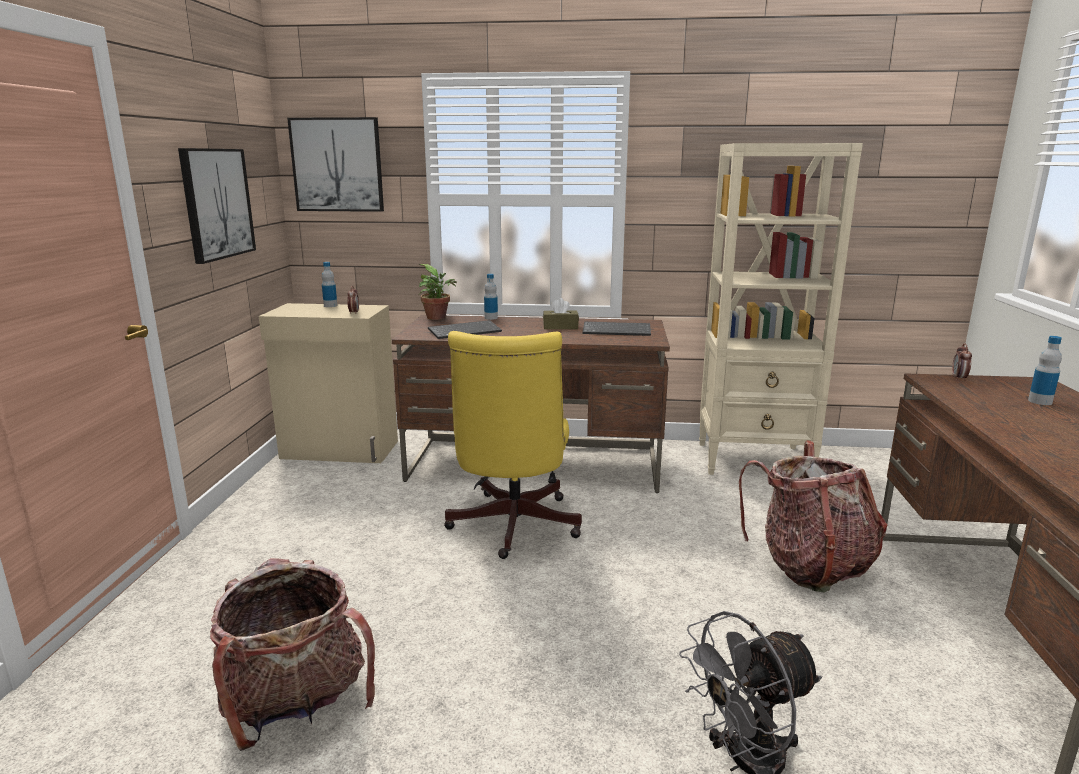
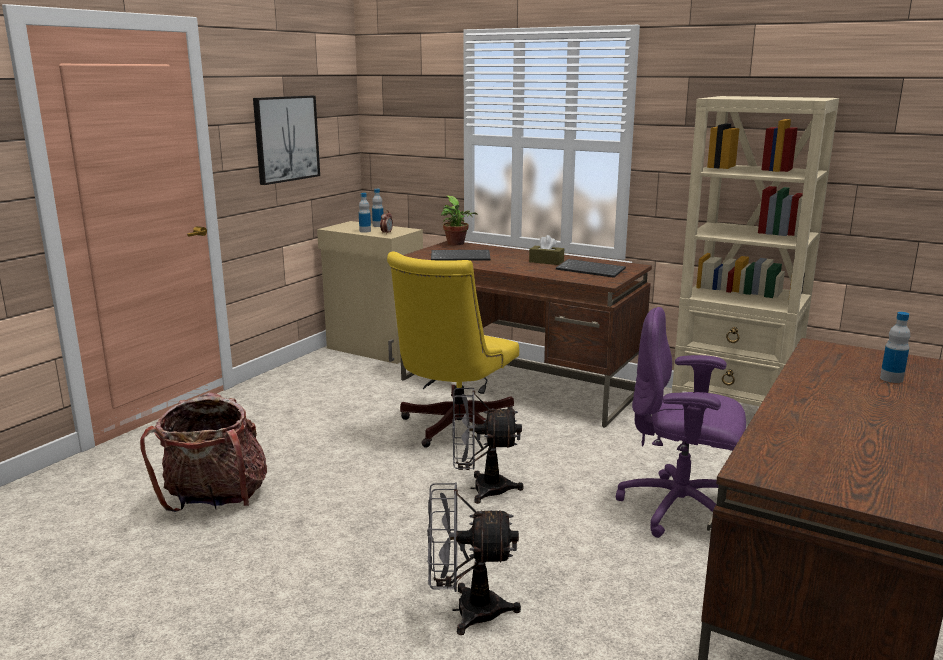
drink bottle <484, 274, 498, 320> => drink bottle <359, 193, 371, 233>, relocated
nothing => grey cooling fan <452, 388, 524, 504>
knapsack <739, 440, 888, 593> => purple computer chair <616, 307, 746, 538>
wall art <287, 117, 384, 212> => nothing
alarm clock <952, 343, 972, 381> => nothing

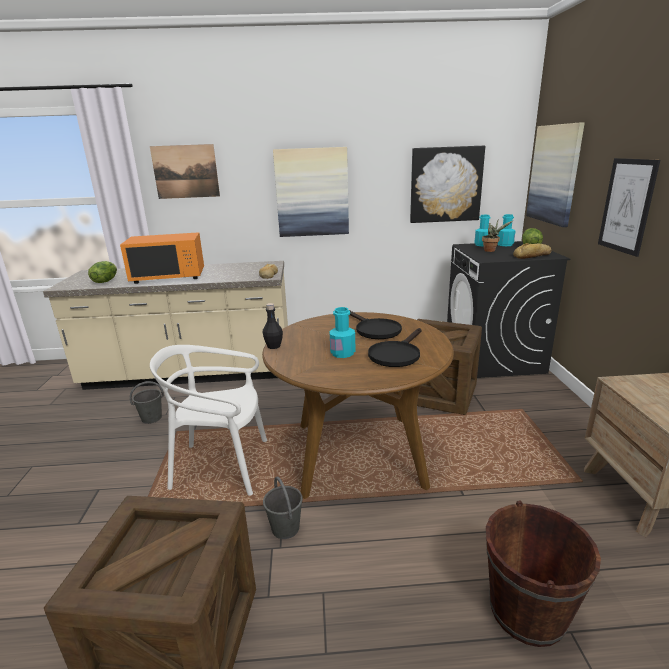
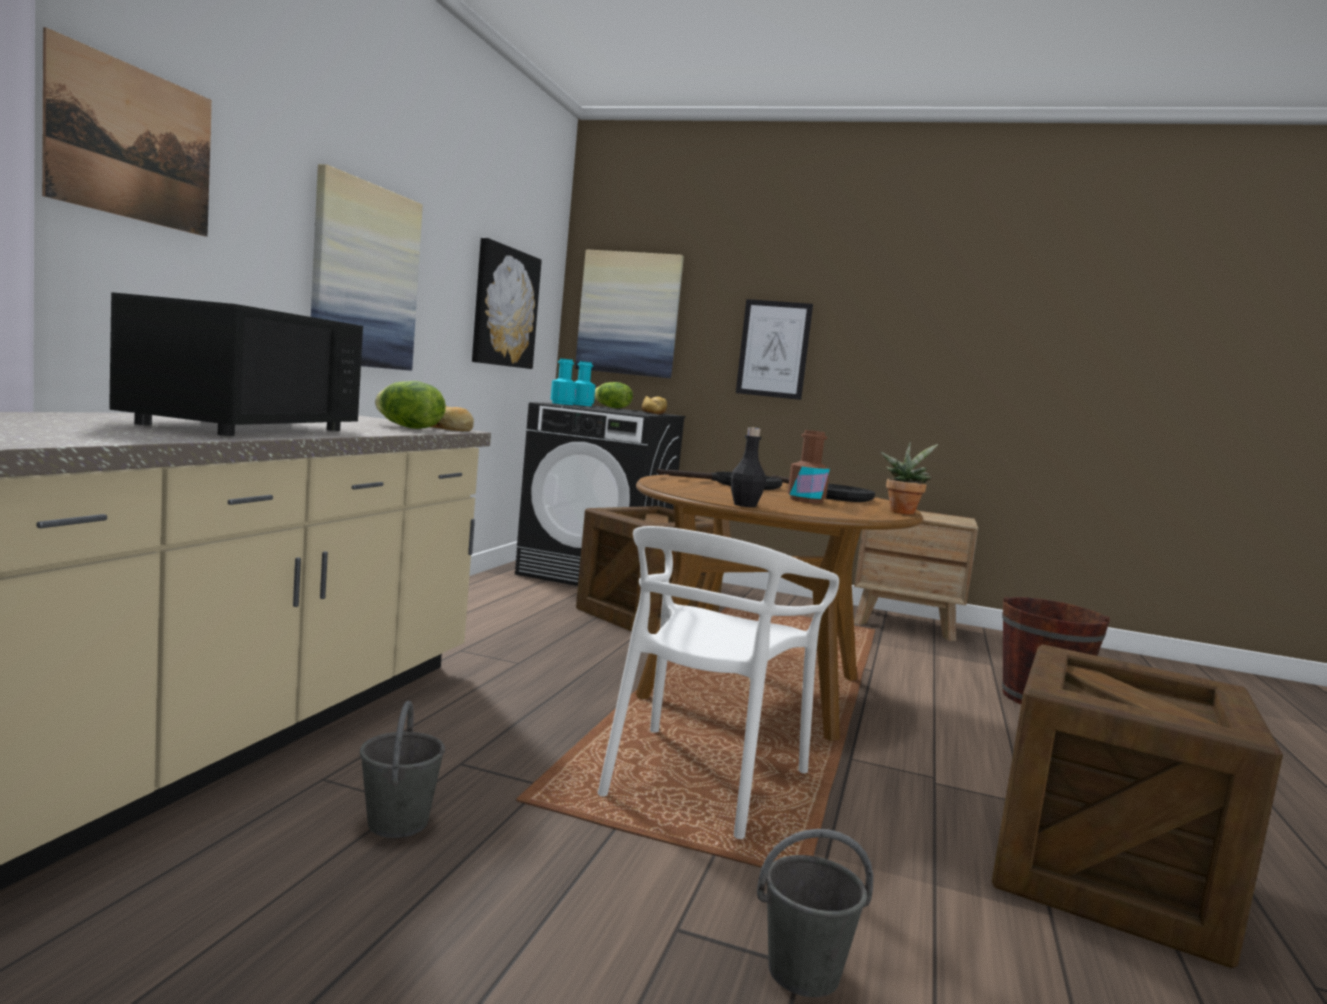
orange kitchen microwave <120, 232, 204, 284> => black kitchen microwave <109, 292, 363, 436>
lettuce <88, 261, 117, 283> => lettuce <375, 381, 446, 429>, relocated
grey pail <263, 476, 303, 539> => grey pail <757, 829, 873, 997>, relocated
blue-green drink bottle <329, 307, 355, 358> => brown drink bottle <788, 430, 830, 503>
houseplant <482, 221, 513, 252> => houseplant <881, 442, 938, 515>, relocated

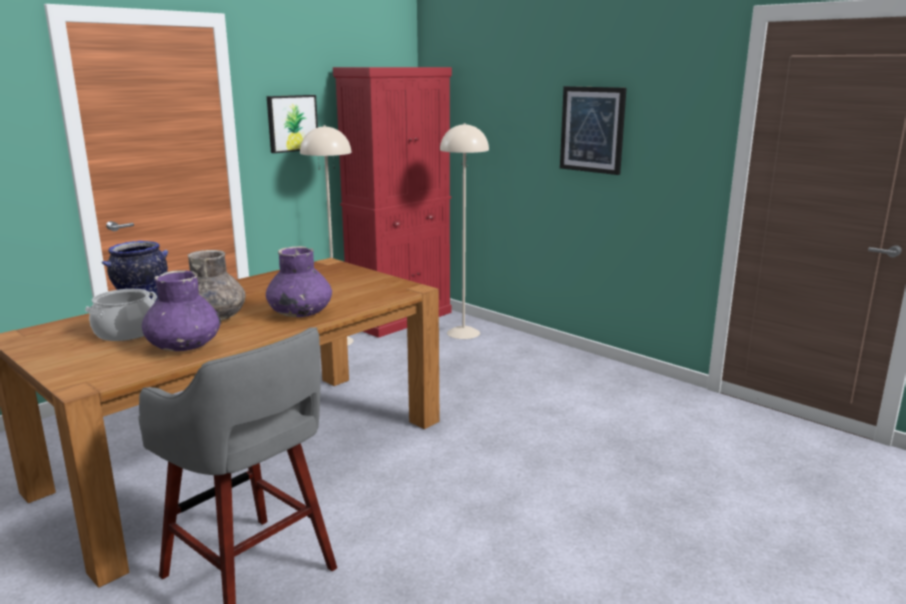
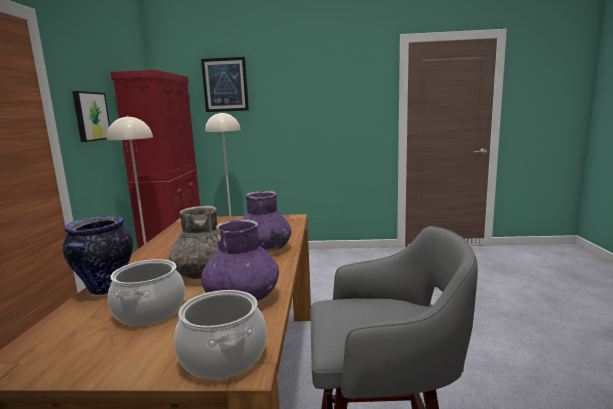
nothing => saucepot <174, 290, 267, 379>
wall art <560, 86, 627, 175> => wall art <201, 57, 249, 112>, relocated

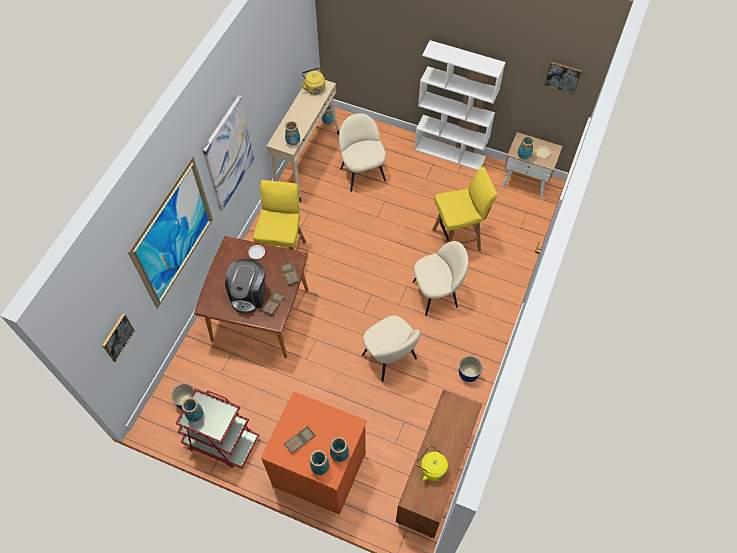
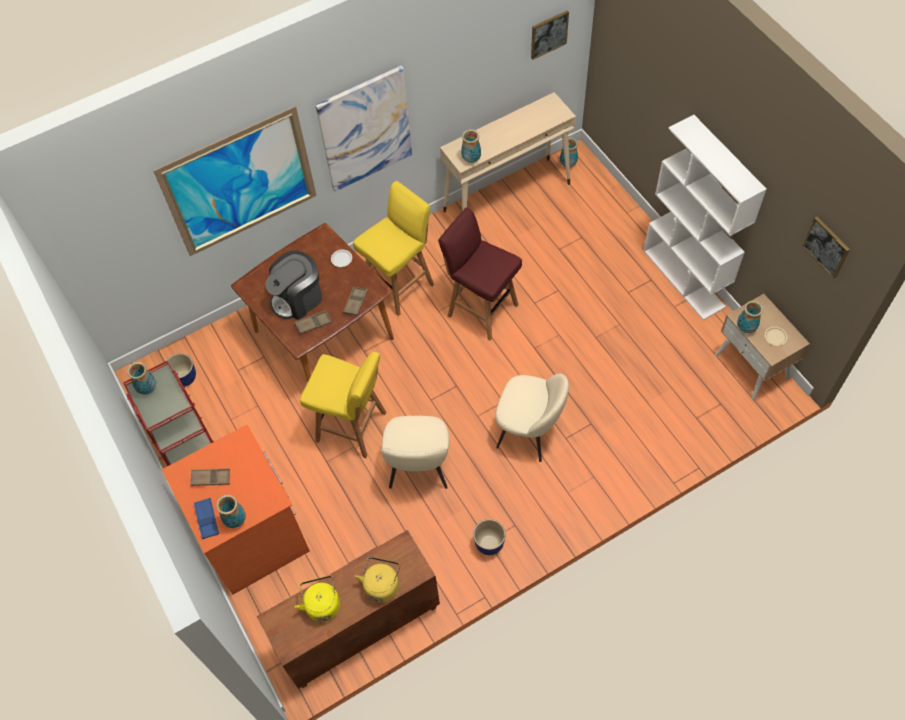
decorative vase <310, 450, 329, 475> => blue carrying tray <194, 498, 219, 539>
yellow stool seat <432, 167, 498, 251> => yellow stool seat <300, 352, 386, 458>, relocated
yellow water kettle <301, 67, 325, 95> => yellow water kettle <355, 557, 400, 603>, relocated
nothing => reddish stool seat <438, 207, 522, 341>
wall art <102, 314, 135, 362> => wall art <531, 10, 569, 60>, relocated
sand-coloured plain chair <339, 114, 386, 192> => nothing

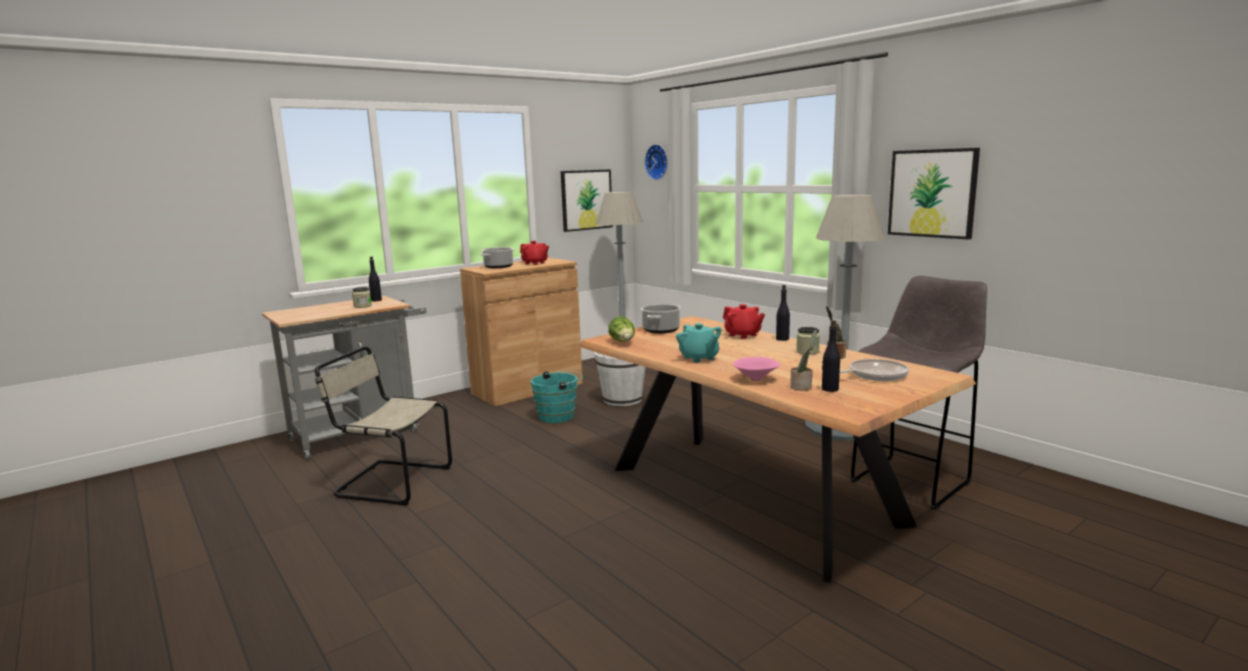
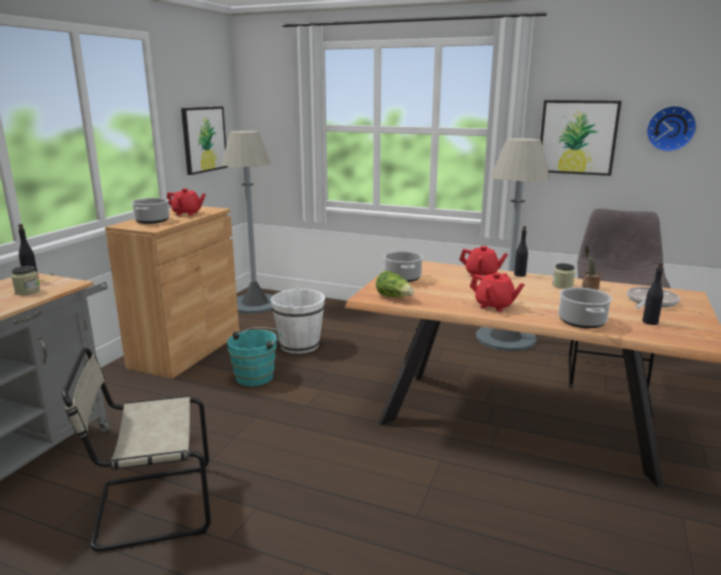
blue-green tea pot <676, 323, 722, 363> => reddish tea pot <470, 273, 525, 312>
pink deep dish <733, 357, 780, 381> => saucepot <559, 287, 612, 328>
wall clock <645, 144, 668, 180> => wall clock <646, 106, 697, 152>, relocated
houseplant <790, 330, 817, 391> => nothing

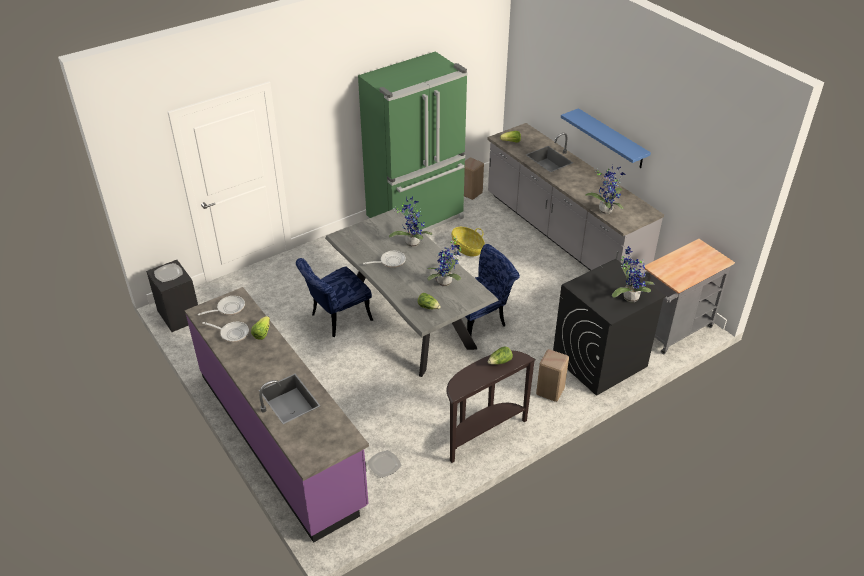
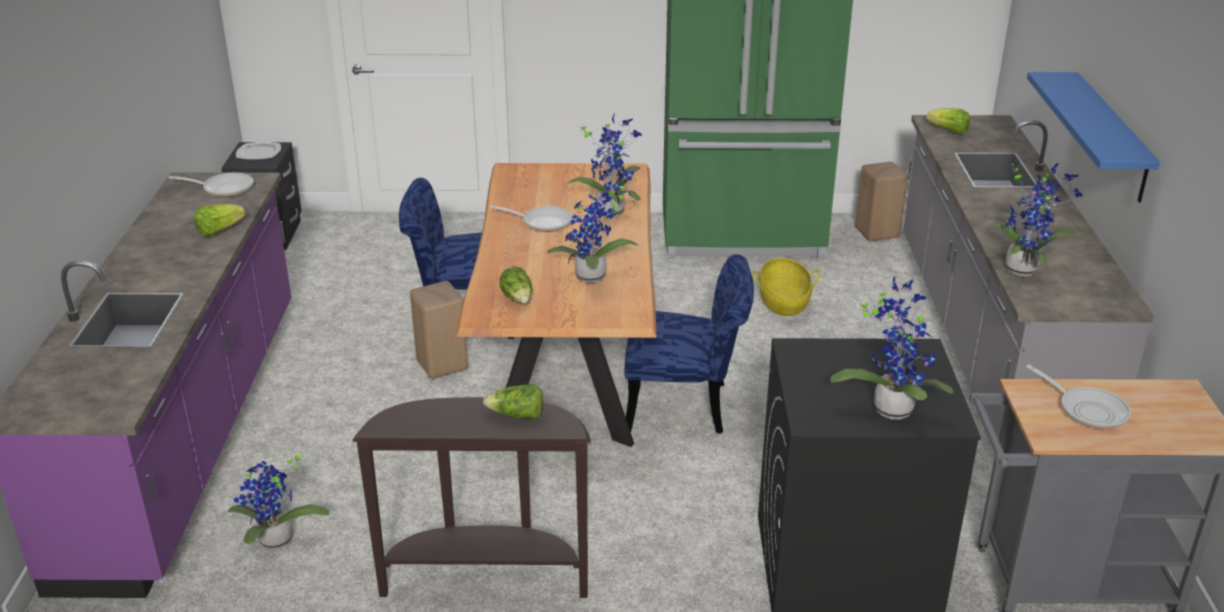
dinner plate <368, 450, 402, 478> => houseplant <228, 455, 329, 550>
sand-coloured stool seat <536, 349, 569, 402> => sand-coloured stool seat <410, 281, 468, 379>, relocated
grey dinner table <325, 208, 499, 377> => brown dinner table <456, 163, 657, 447>
pan <202, 322, 249, 342> => pan <1026, 365, 1131, 429>, relocated

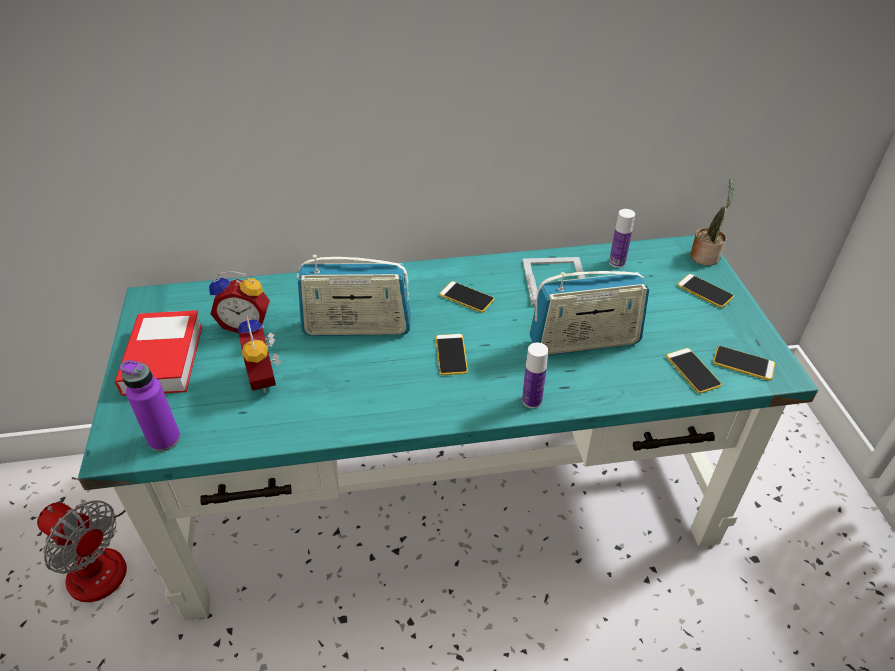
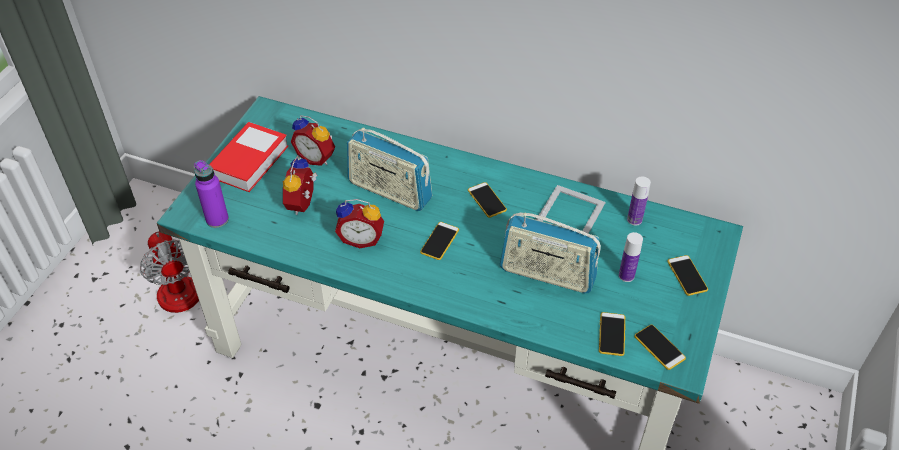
nothing => alarm clock <335, 199, 384, 248>
drink bottle <522, 343, 548, 408> => drink bottle <619, 232, 643, 282>, relocated
houseplant <690, 178, 734, 266> => nothing

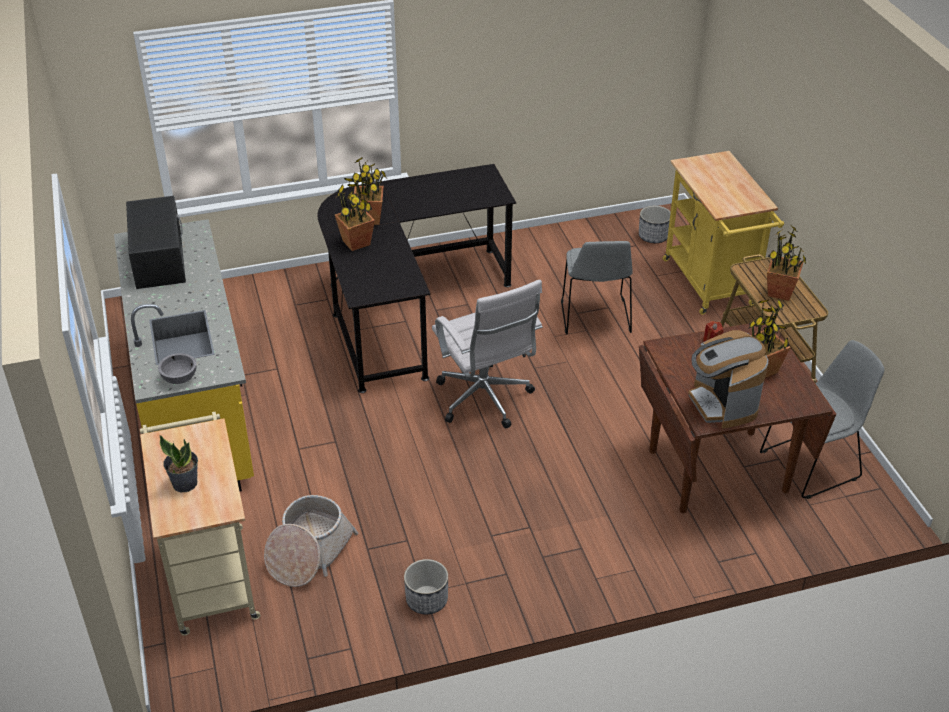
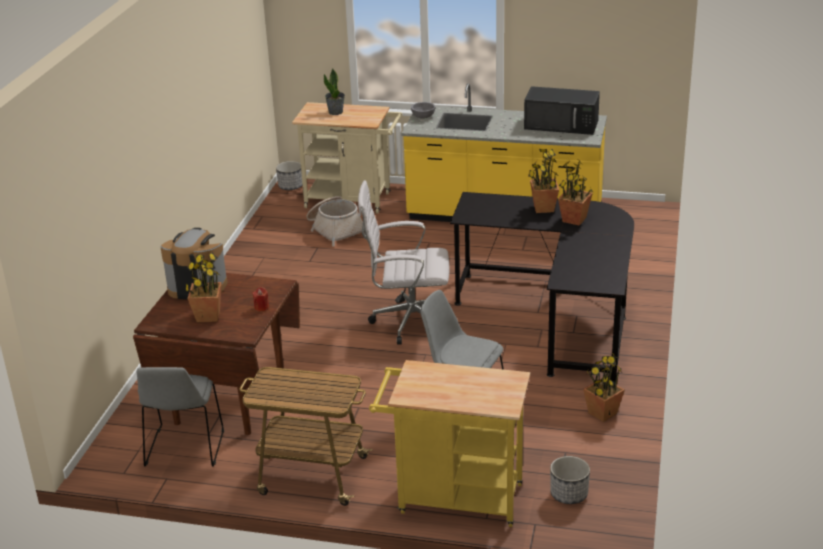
planter <404, 559, 448, 615> => planter <276, 161, 302, 190>, relocated
houseplant <767, 226, 806, 301> => houseplant <583, 351, 625, 422>, relocated

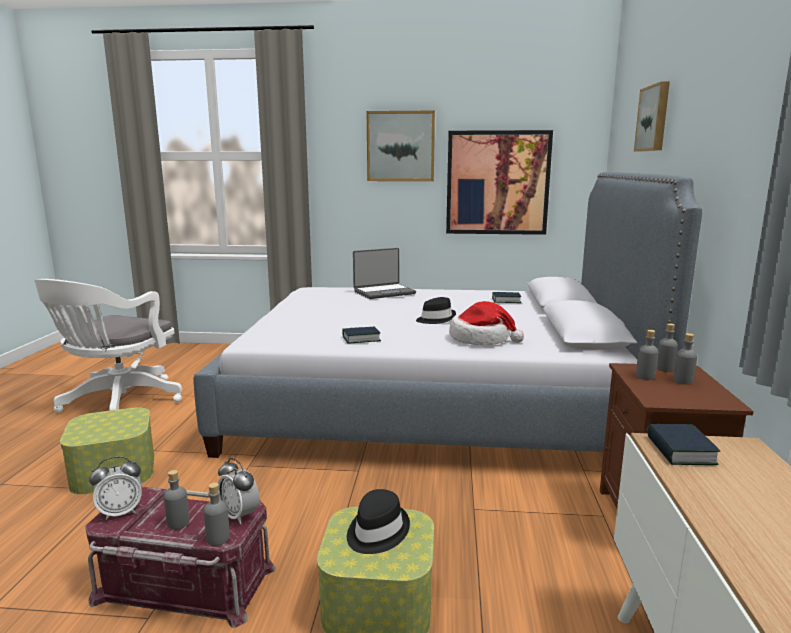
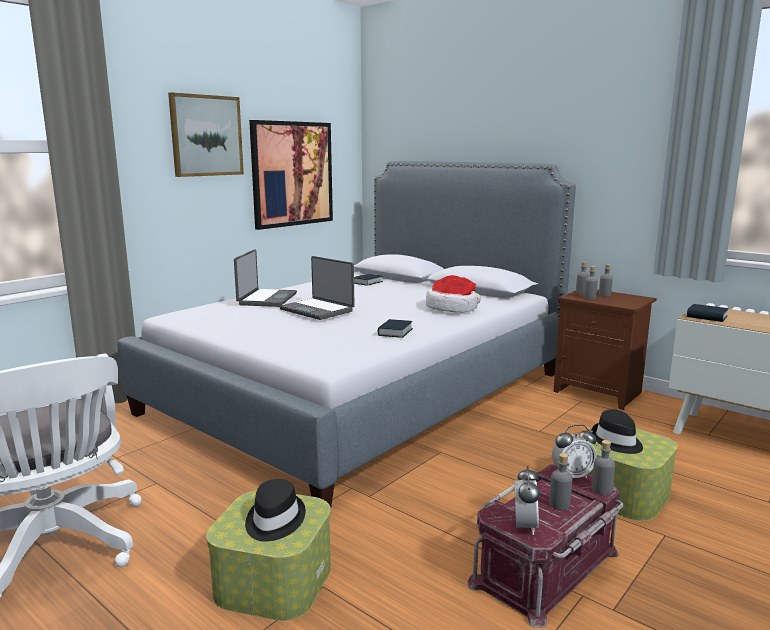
black clothing hat <416, 297, 456, 324> => black clothing hat <245, 479, 306, 542>, relocated
nothing => notebook computer <279, 256, 354, 320>
wall art <634, 81, 670, 151> => nothing

